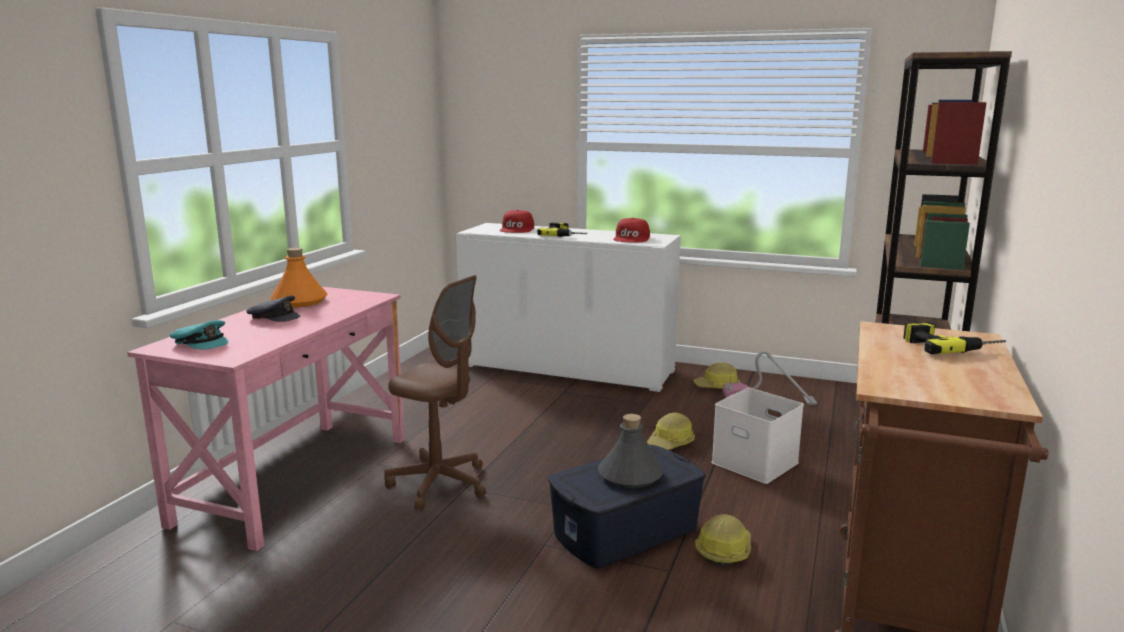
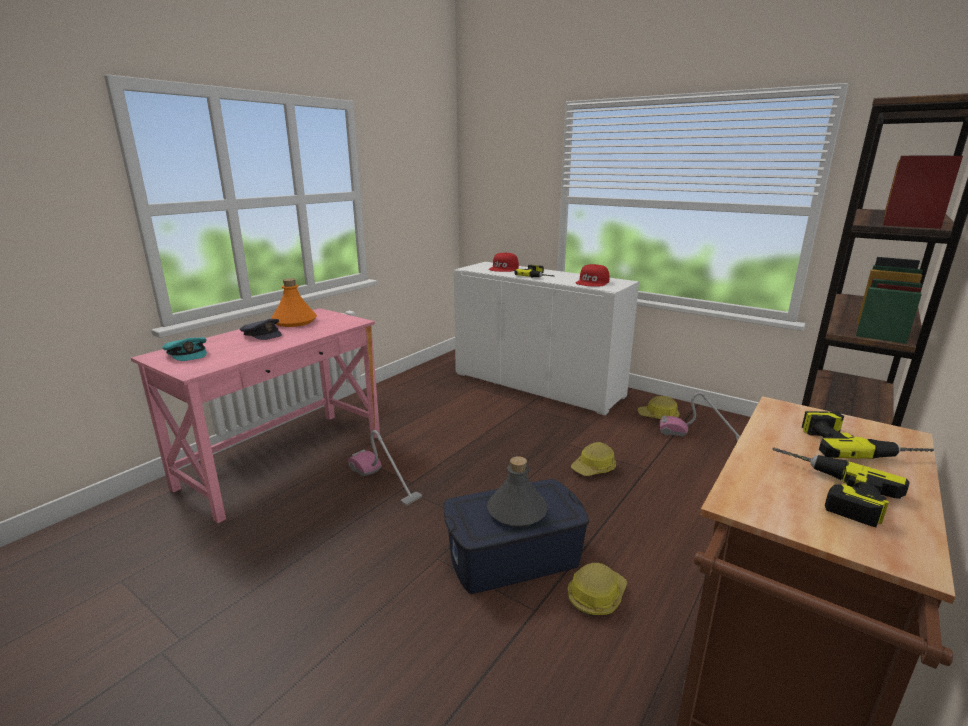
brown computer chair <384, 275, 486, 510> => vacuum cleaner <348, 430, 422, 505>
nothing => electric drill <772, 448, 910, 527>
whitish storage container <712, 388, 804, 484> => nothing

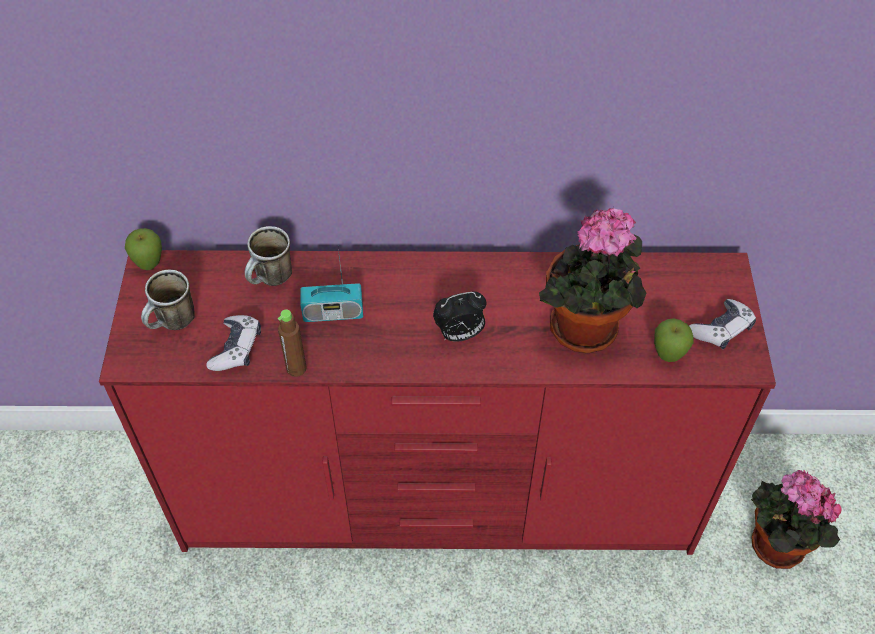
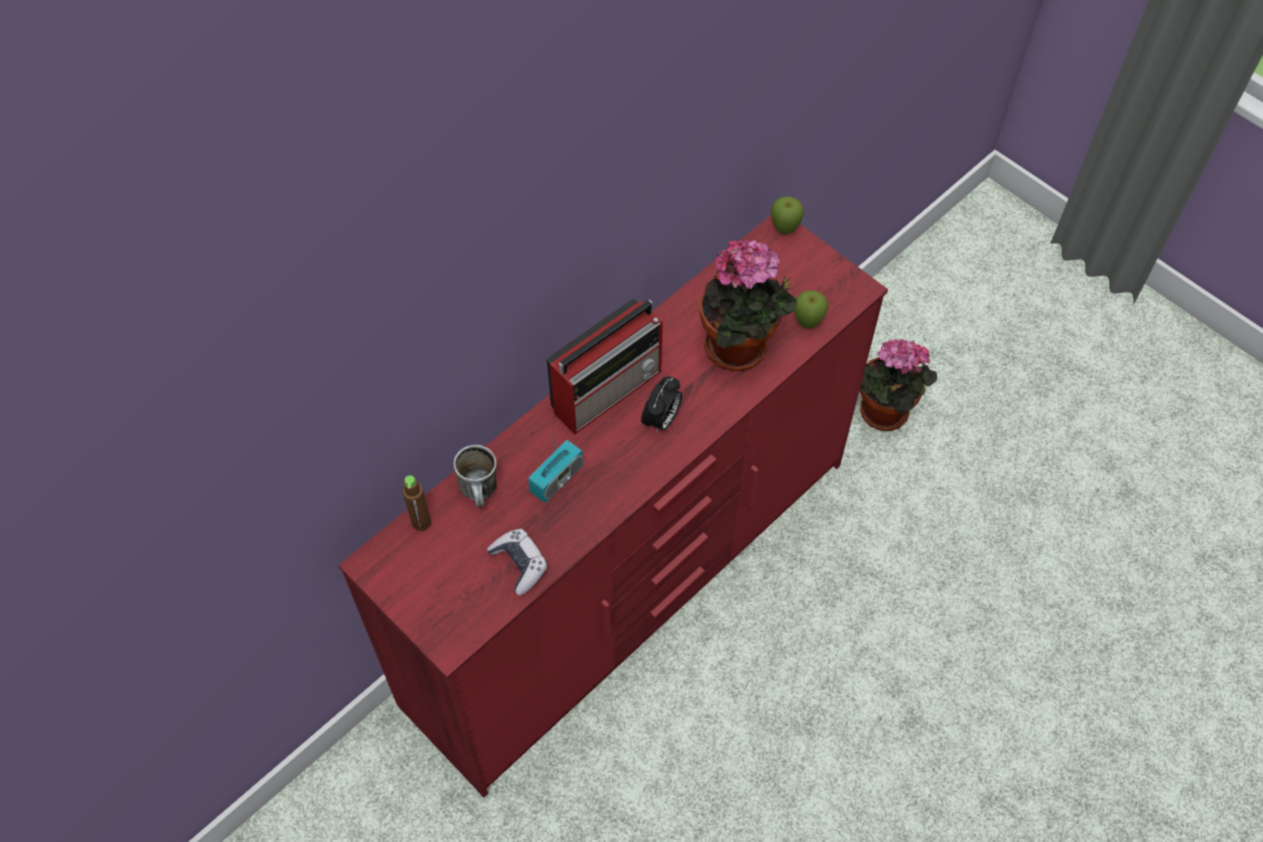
brown drink bottle <278, 309, 306, 377> => brown drink bottle <403, 475, 431, 531>, relocated
nothing => radio set <547, 298, 663, 435>
apple fruit <125, 228, 162, 270> => apple fruit <771, 196, 804, 235>, relocated
coffee mug <141, 270, 194, 330> => nothing
gamepad <689, 299, 756, 349> => nothing

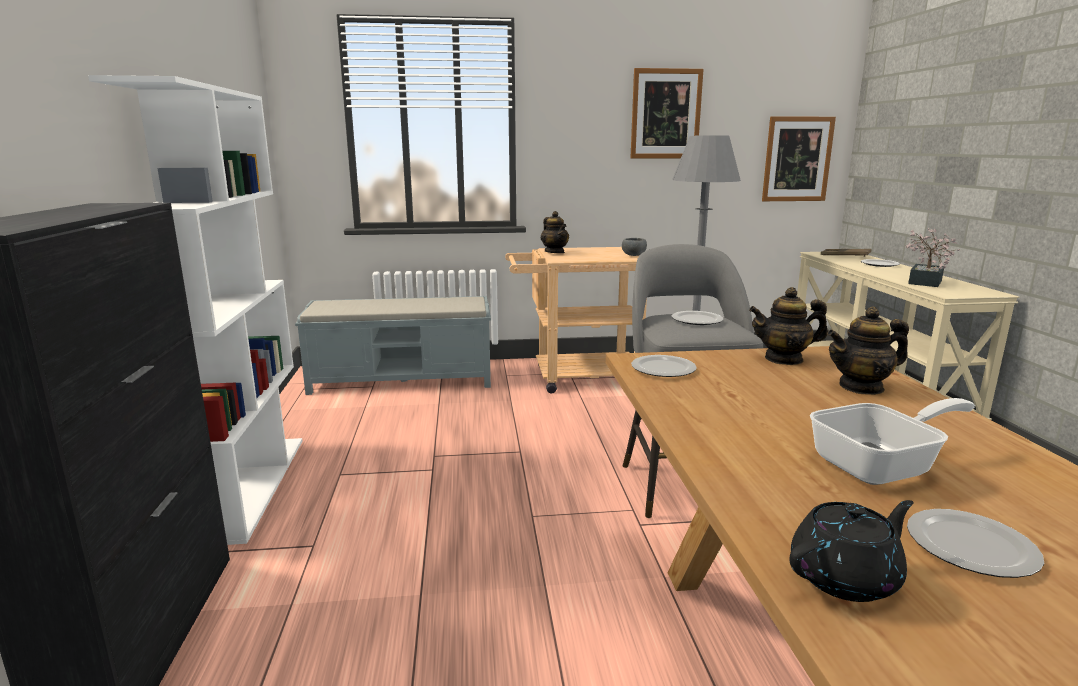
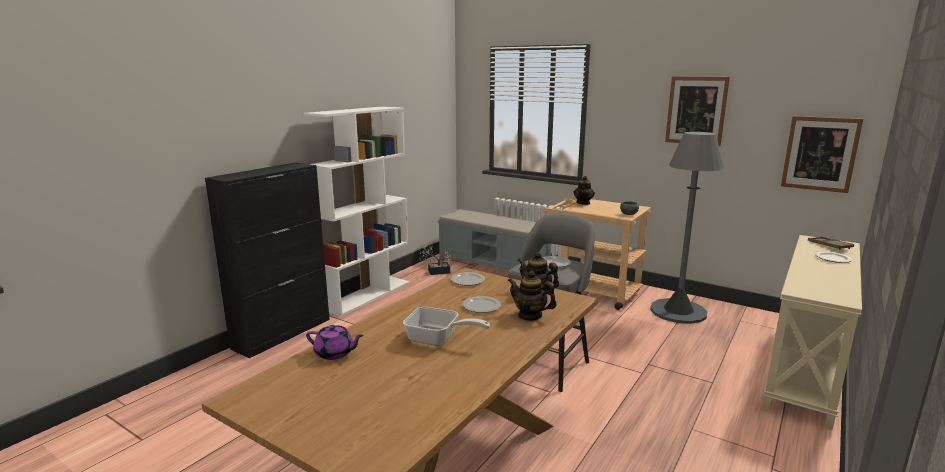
black tea pot <790, 500, 913, 602> => purple tea pot <306, 325, 364, 360>
houseplant <906, 228, 960, 287> => houseplant <419, 245, 455, 275>, relocated
dinner plate <907, 509, 1044, 578> => dinner plate <463, 296, 501, 313>, relocated

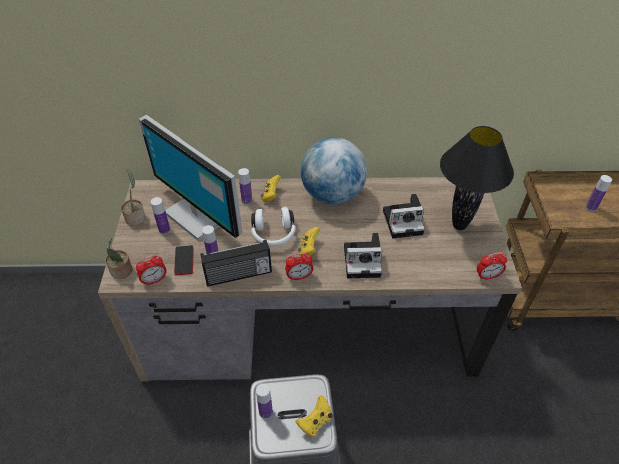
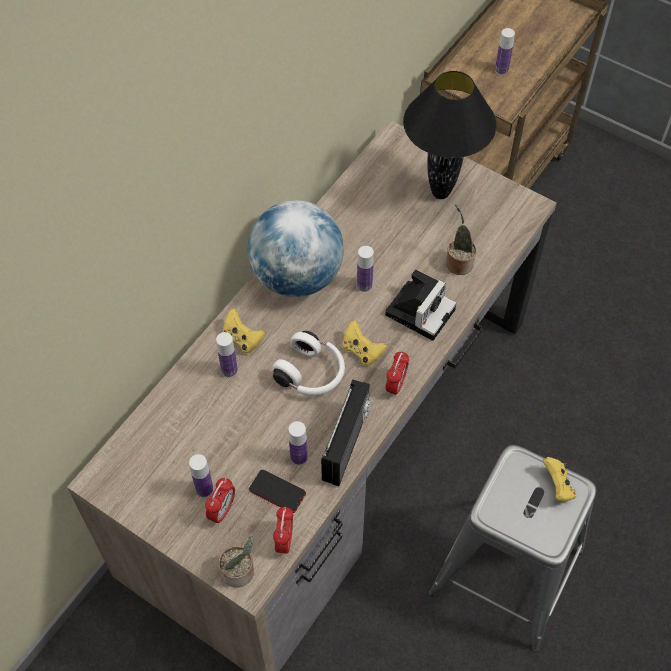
alarm clock <477, 252, 507, 280> => alarm clock <205, 478, 235, 524>, relocated
drink bottle <256, 384, 273, 419> => drink bottle <357, 246, 374, 292>, relocated
houseplant <121, 169, 146, 226> => houseplant <446, 204, 476, 275>, relocated
computer screen <139, 115, 243, 241> => nothing
still camera <383, 194, 425, 238> => nothing

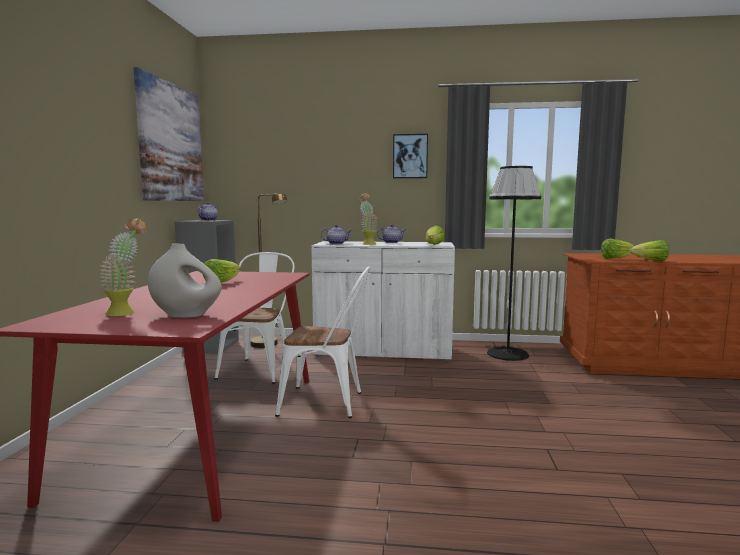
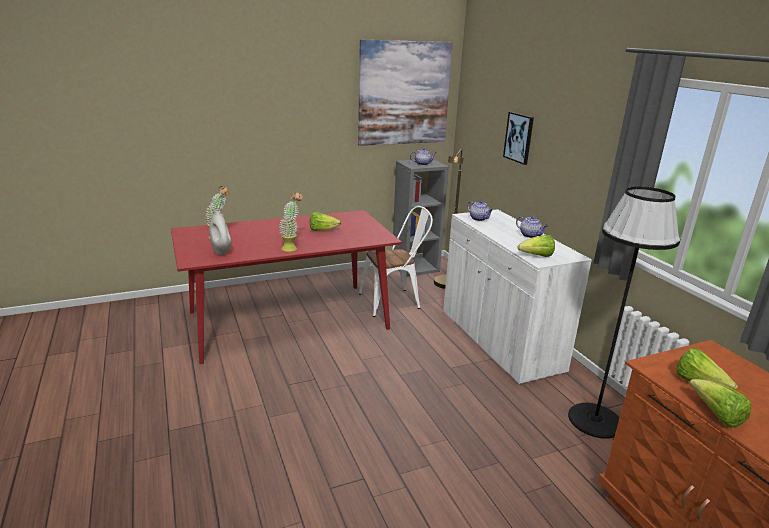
houseplant <360, 193, 378, 245> => houseplant <279, 192, 303, 252>, relocated
wall art <393, 134, 428, 178> => wall art <503, 112, 534, 165>, relocated
whitish plain chair <275, 267, 370, 418> => nothing

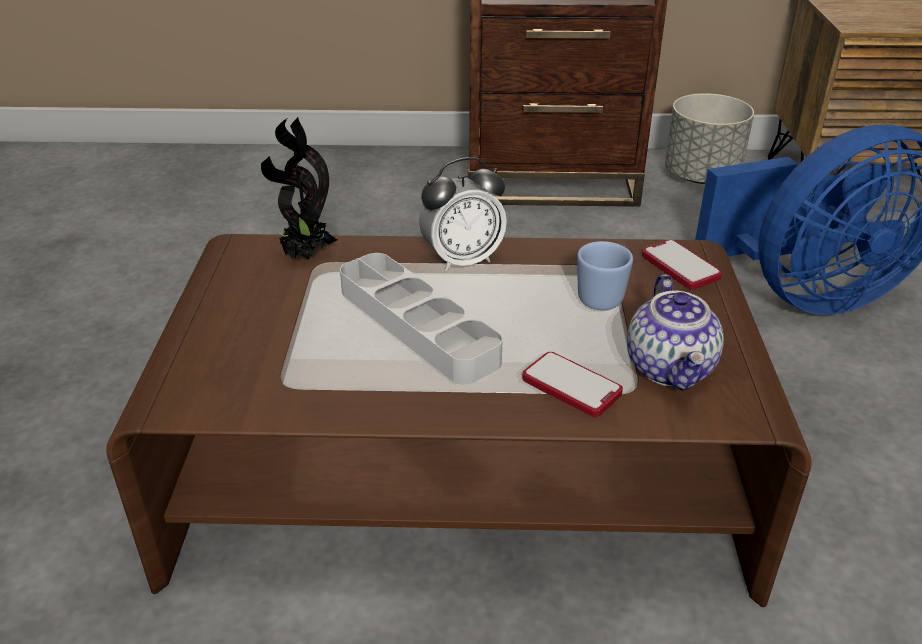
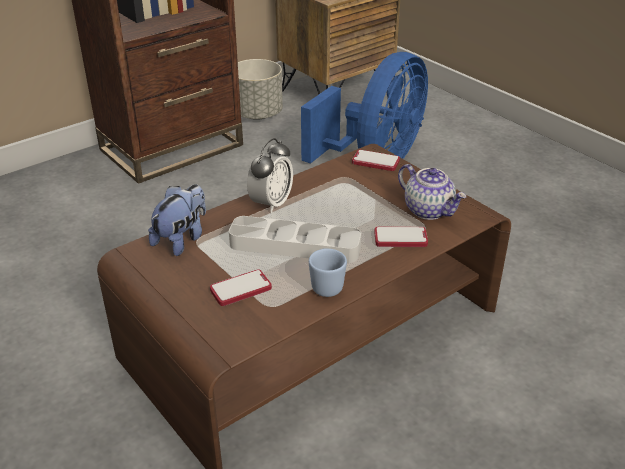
houseplant <261, 117, 337, 260> => plush toy <148, 184, 206, 256>
nothing => handset <210, 269, 272, 306>
blue coffee mug <577, 241, 633, 310> => blue coffee mug <309, 248, 347, 297>, relocated

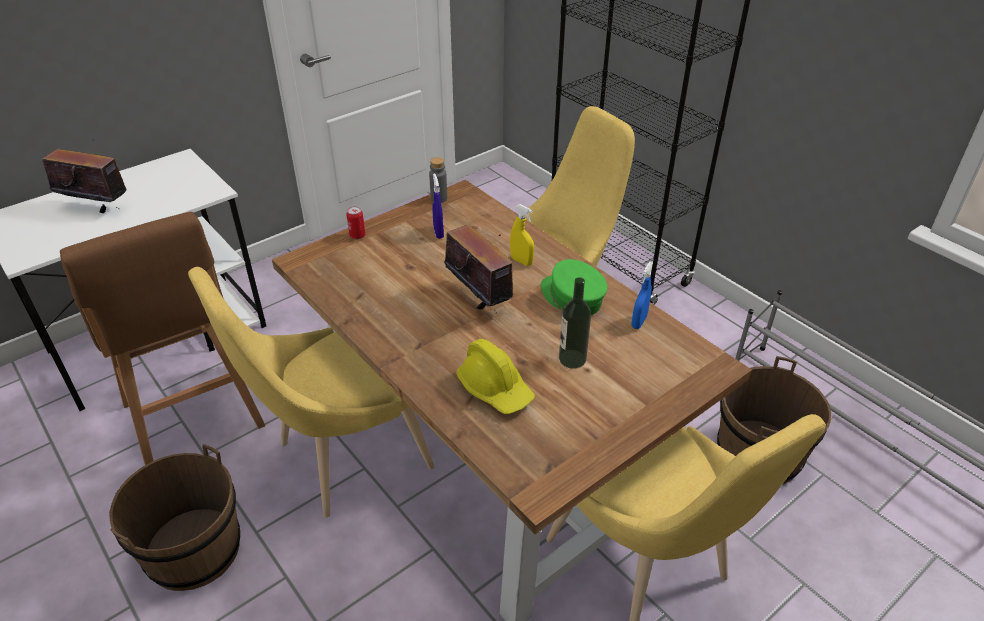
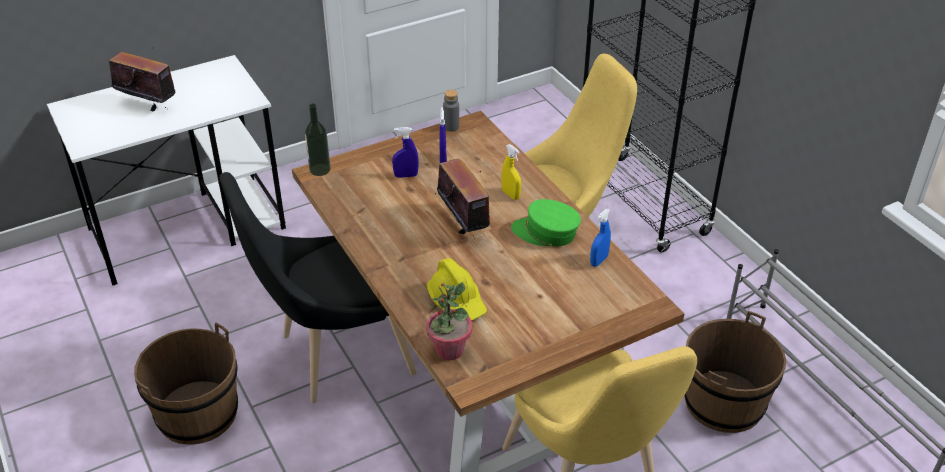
yellow plain chair <188, 267, 435, 518> => black plain chair <219, 172, 416, 403>
drink bottle <559, 277, 591, 369> => drink bottle <305, 103, 331, 176>, relocated
nothing => blue hand sprayer <392, 127, 419, 178>
nothing => houseplant <426, 282, 472, 360>
green peaked cap <541, 259, 607, 315> => green peaked cap <511, 199, 581, 246>, 45 degrees counterclockwise
brown stool seat <60, 212, 265, 465> => nothing
metal can <346, 206, 365, 239> => nothing

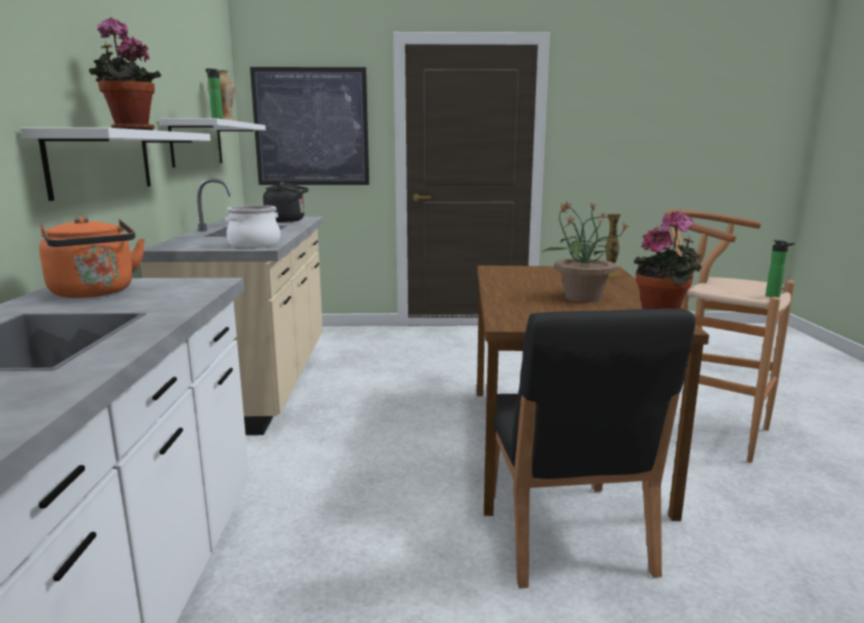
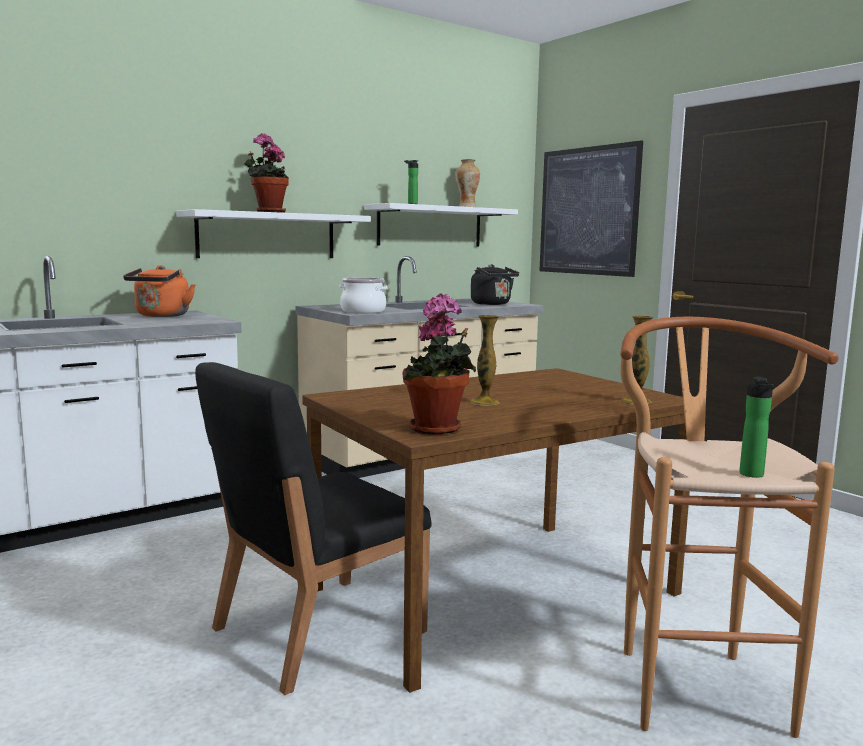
houseplant <543, 201, 629, 302> => decorative vase <470, 315, 500, 406>

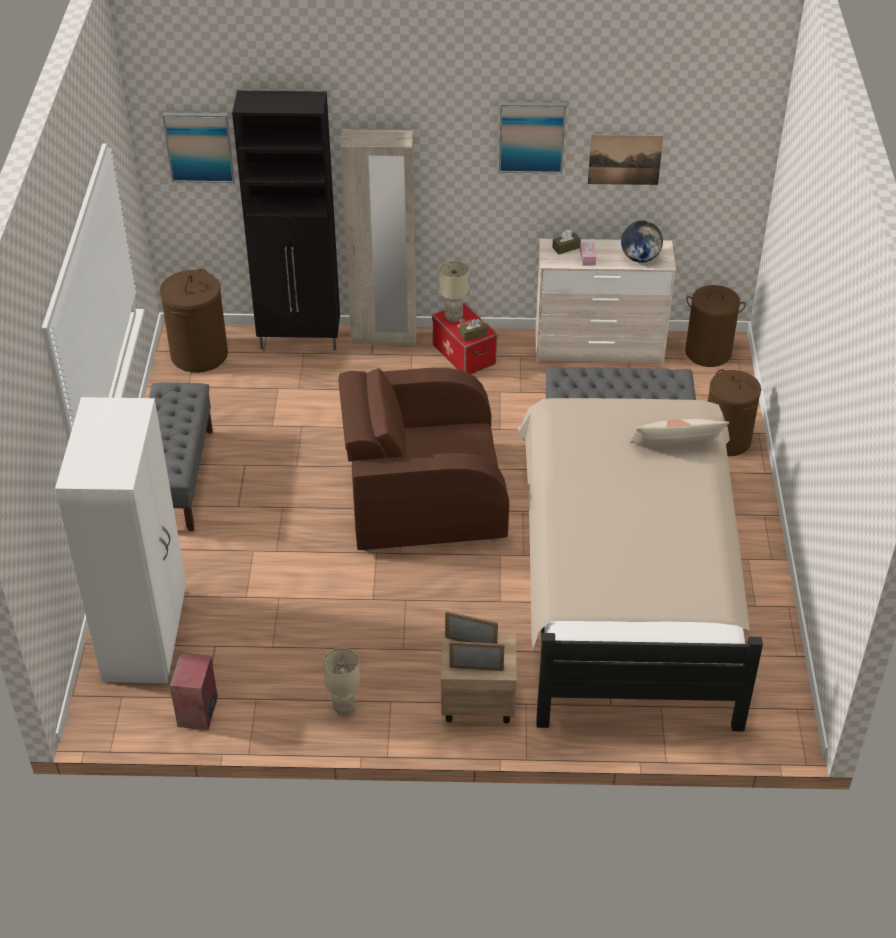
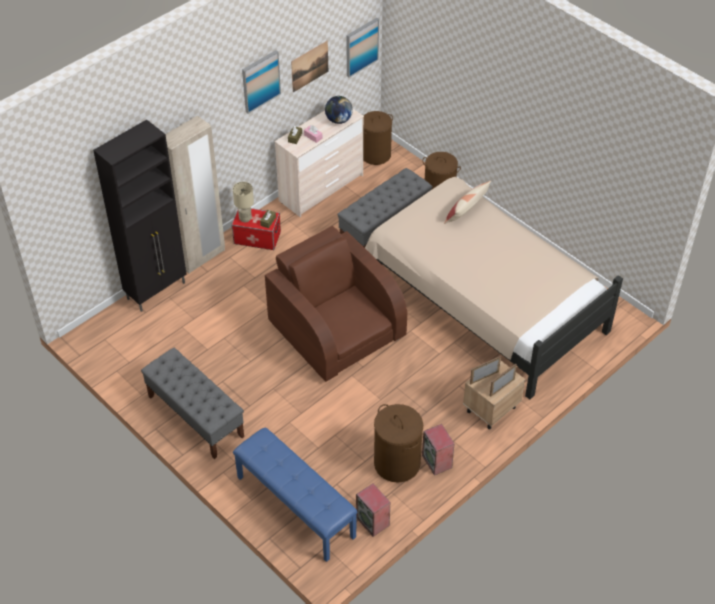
whitish clothes cupboard <55, 397, 186, 683> => blue bench <233, 428, 358, 562>
brown easy chair <338, 368, 509, 552> => brown easy chair <265, 226, 407, 382>, 105 degrees clockwise
wall art <162, 113, 235, 183> => wall art <346, 18, 379, 78>, relocated
brown washing basket <160, 269, 228, 373> => brown washing basket <374, 404, 423, 483>, relocated
sand-coloured table lamp <323, 648, 360, 715> => loudspeaker <422, 424, 455, 475>

